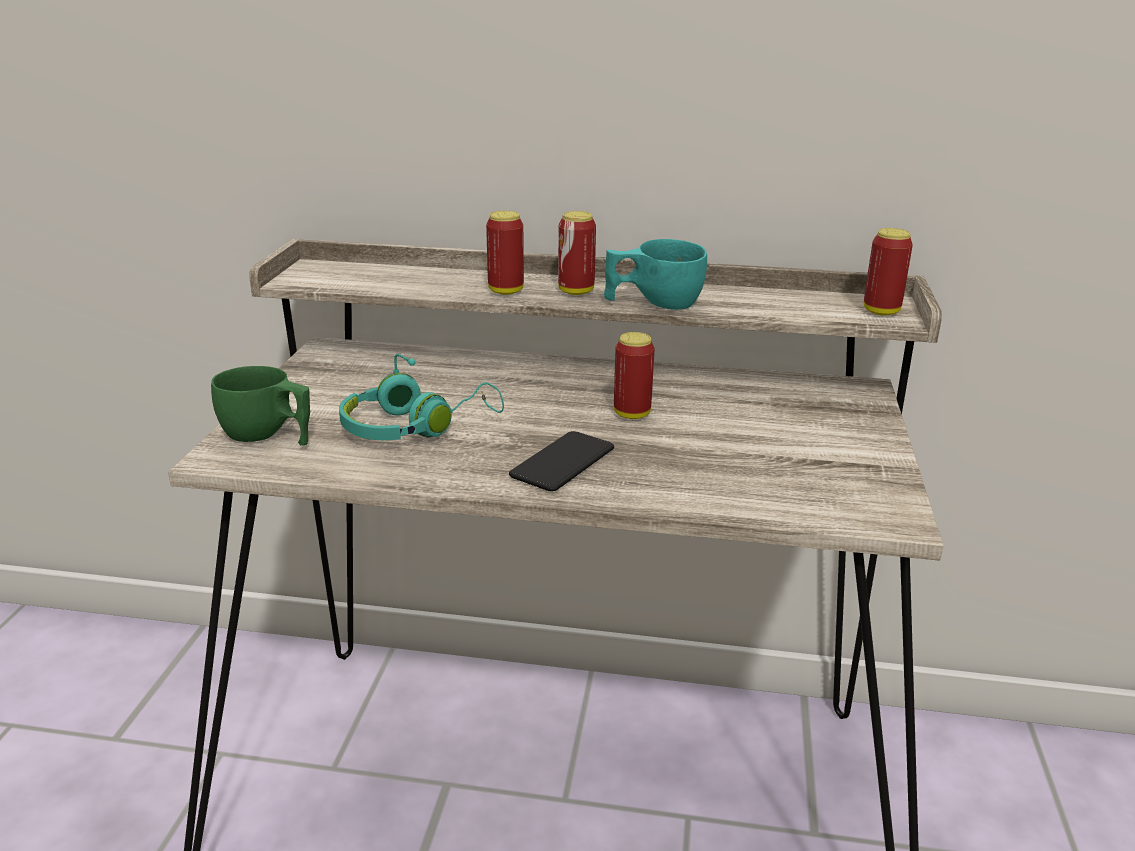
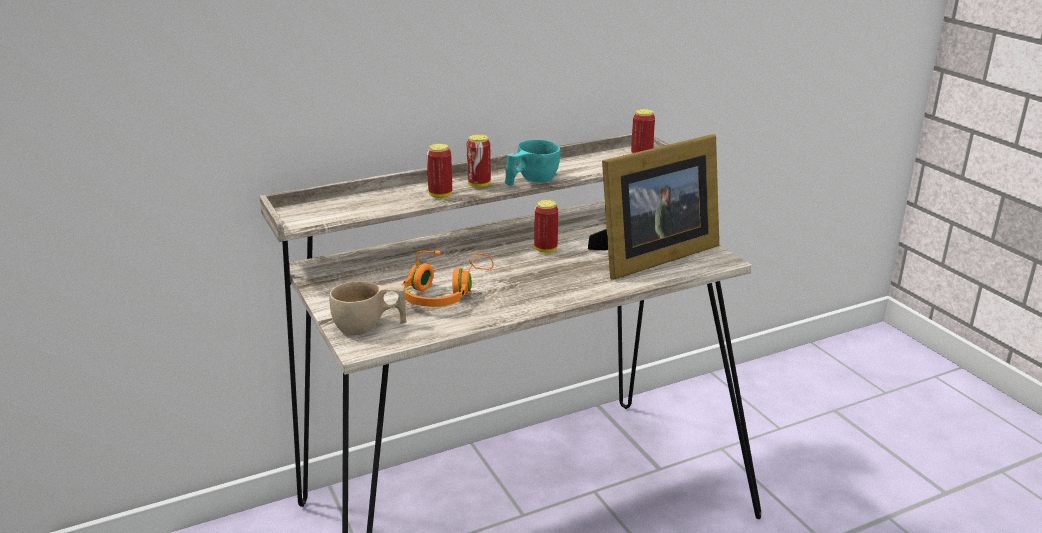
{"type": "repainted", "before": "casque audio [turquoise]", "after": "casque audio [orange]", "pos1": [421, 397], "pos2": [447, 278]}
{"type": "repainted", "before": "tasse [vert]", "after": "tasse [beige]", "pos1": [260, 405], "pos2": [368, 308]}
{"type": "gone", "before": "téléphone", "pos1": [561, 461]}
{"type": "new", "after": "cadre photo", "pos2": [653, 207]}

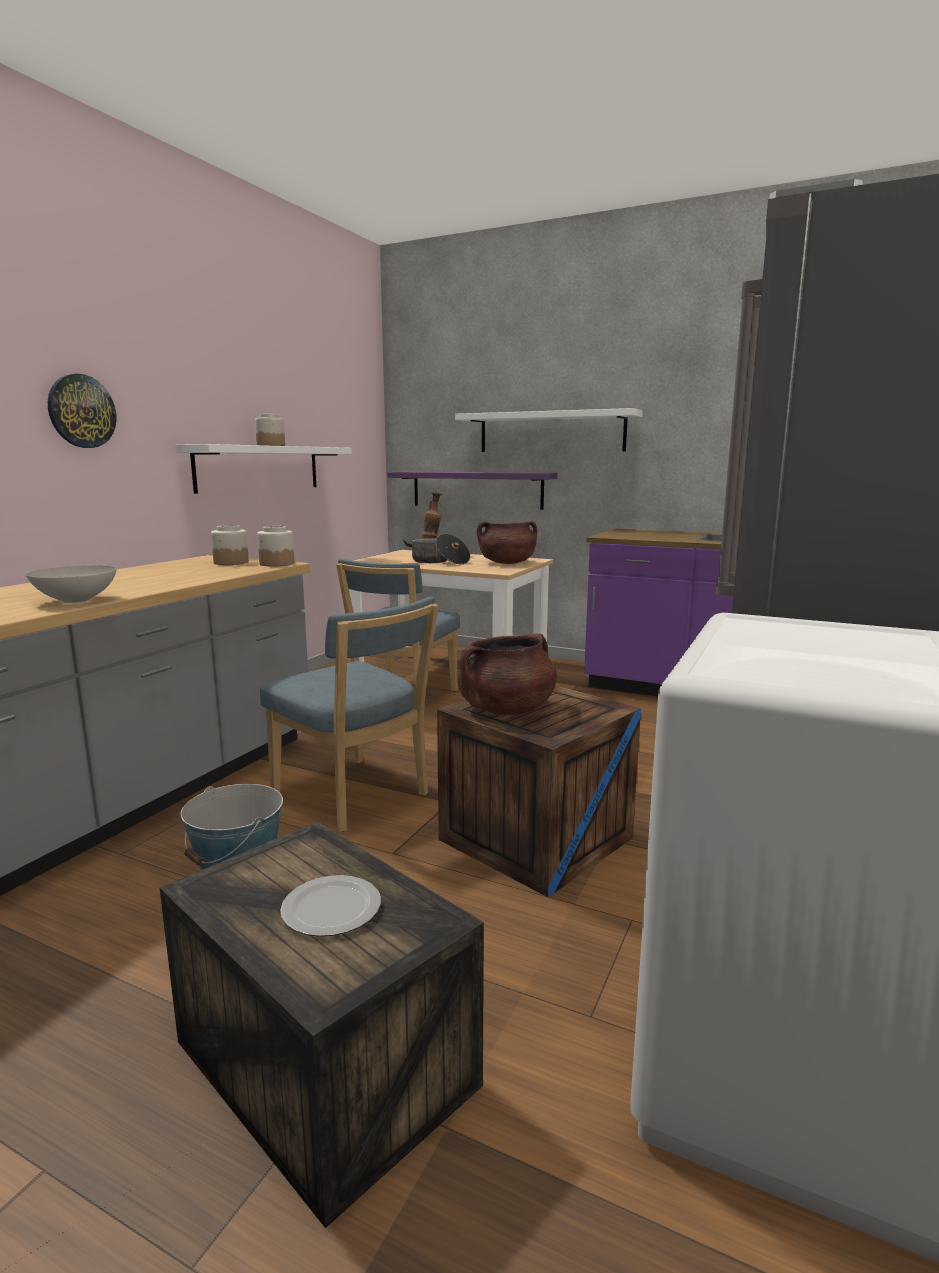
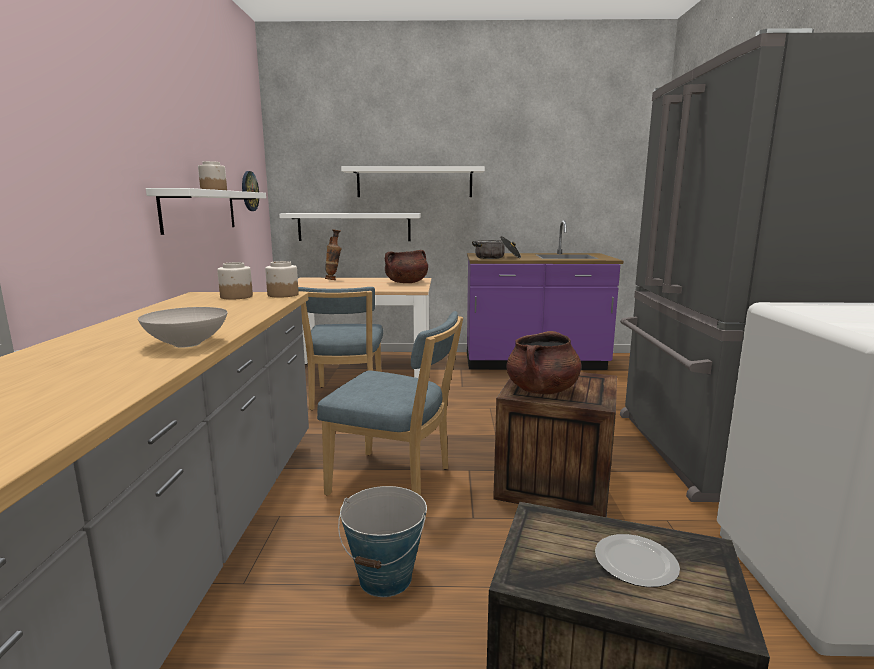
{"type": "shifted", "before": "horloge murale", "pos1": [82, 411], "pos2": [250, 191]}
{"type": "repainted", "before": "étagère [violet]", "after": "étagère [blanc]", "pos1": [472, 491], "pos2": [350, 227]}
{"type": "shifted", "before": "marmite", "pos1": [436, 549], "pos2": [496, 247]}

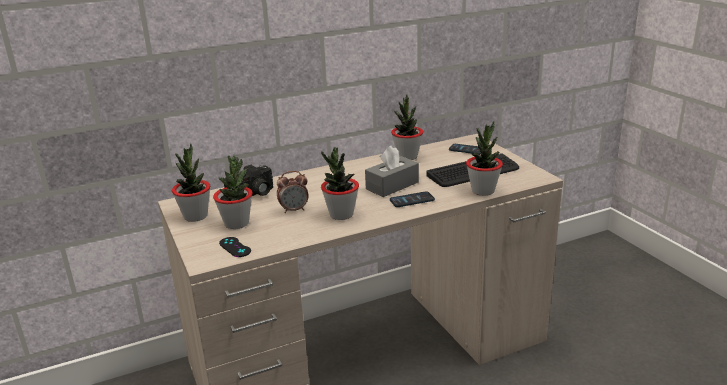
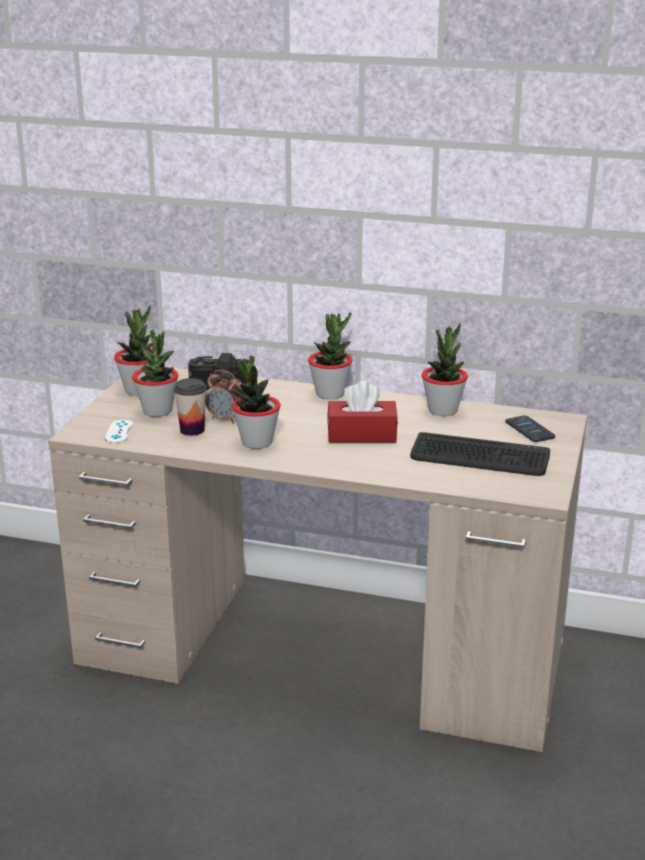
{"type": "shifted", "before": "plante en pot", "pos1": [484, 158], "pos2": [330, 356]}
{"type": "repainted", "before": "boîte à mouchoirs [gris]", "after": "boîte à mouchoirs [rouge]", "pos1": [392, 171], "pos2": [362, 412]}
{"type": "gone", "before": "téléphone", "pos1": [412, 199]}
{"type": "repainted", "before": "manette [noir]", "after": "manette [blanc]", "pos1": [235, 247], "pos2": [119, 431]}
{"type": "new", "after": "tasse", "pos2": [190, 407]}

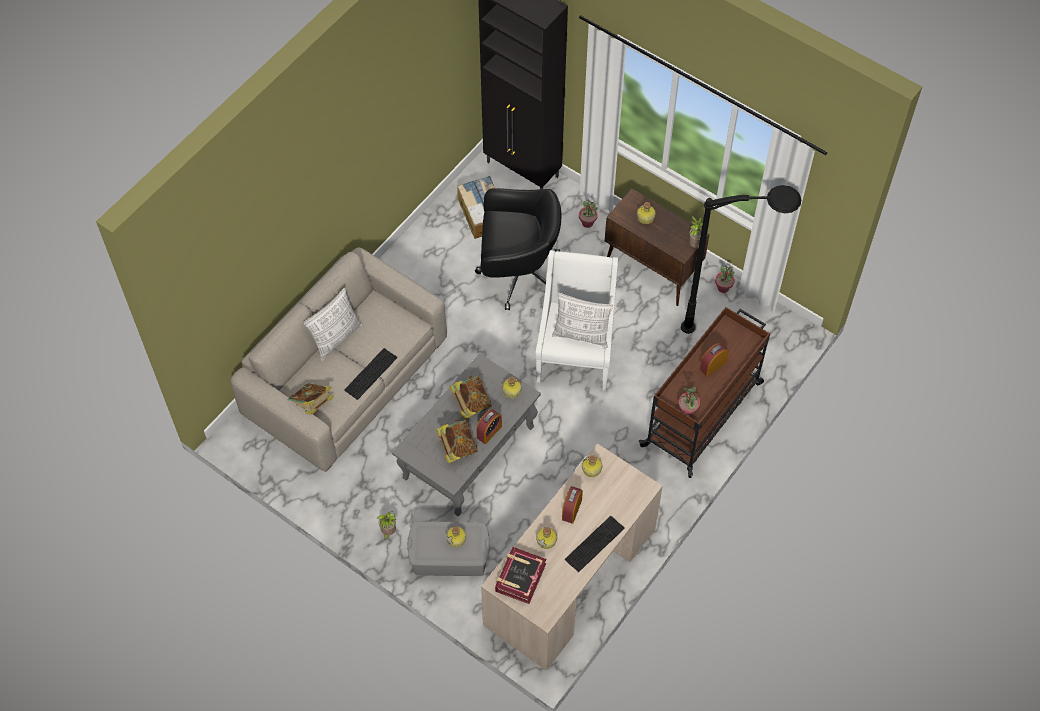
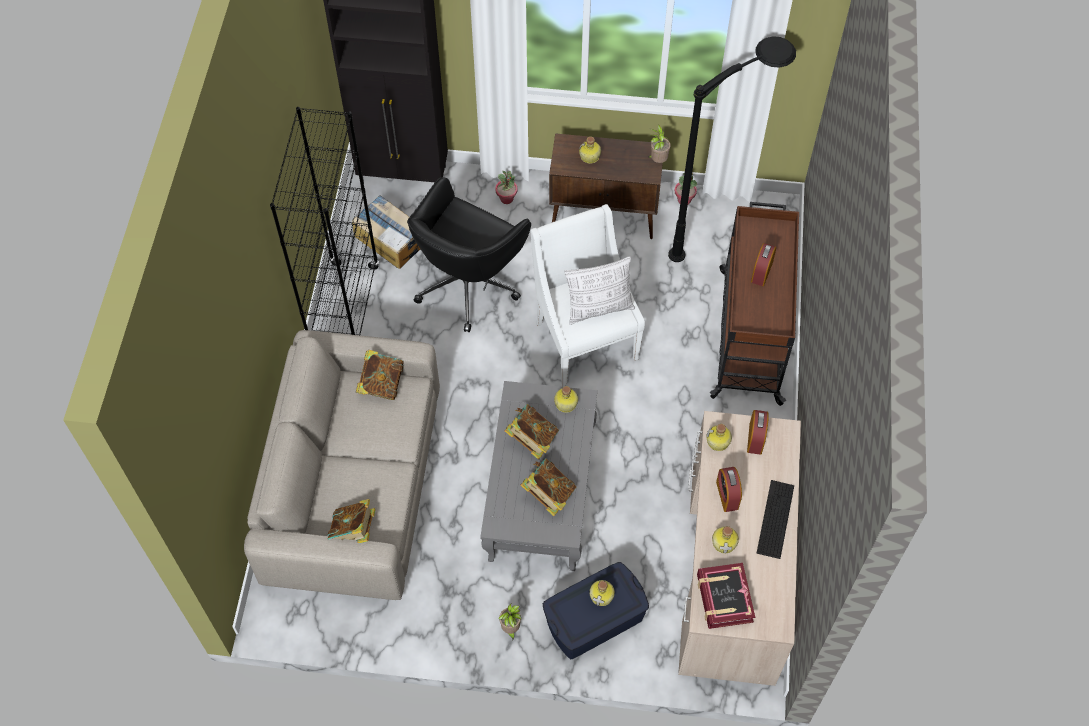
{"type": "rotated", "before": "chaise de bureau [noir]", "pos1": [518, 249], "pos2": [469, 254], "turn": 150}
{"type": "gone", "before": "coussin", "pos1": [333, 324]}
{"type": "gone", "before": "clavier", "pos1": [370, 374]}
{"type": "gone", "before": "plante en pot", "pos1": [689, 401]}
{"type": "shifted", "before": "réveil", "pos1": [489, 426], "pos2": [758, 432]}
{"type": "repainted", "before": "boîte de rangement [gris]", "after": "boîte de rangement [bleu]", "pos1": [448, 549], "pos2": [596, 610]}
{"type": "new", "after": "bibliothèque [noir]", "pos2": [324, 221]}
{"type": "new", "after": "livre", "pos2": [380, 375]}

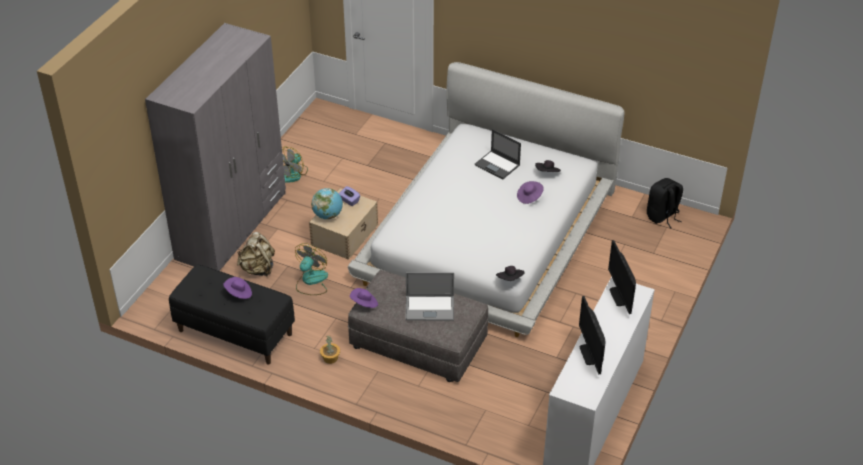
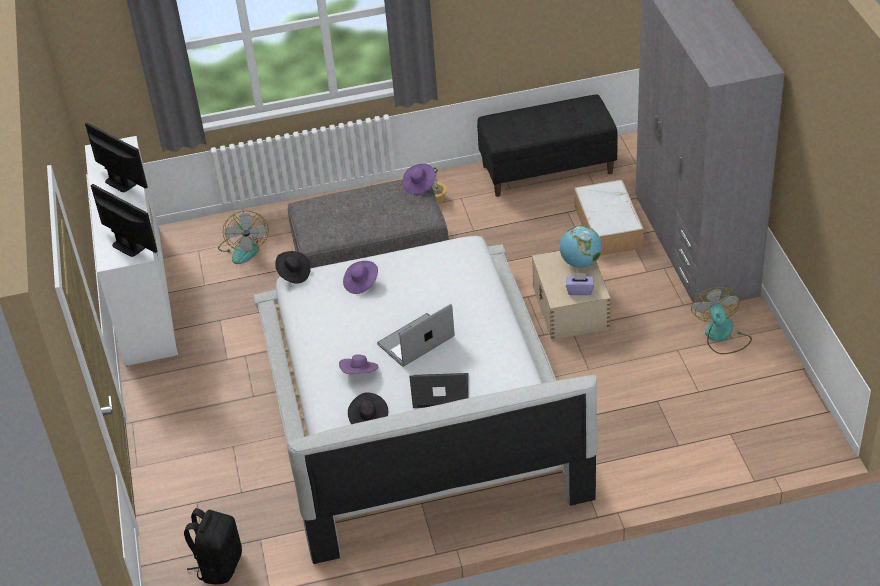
{"type": "swapped", "before": "sac à dos [beige]", "after": "boîte de rangement", "pos1": [256, 254], "pos2": [609, 217]}
{"type": "shifted", "before": "ventilateur", "pos1": [311, 269], "pos2": [243, 237]}
{"type": "shifted", "before": "ordinateur portable", "pos1": [430, 296], "pos2": [416, 335]}
{"type": "shifted", "before": "chapeau [violet]", "pos1": [237, 288], "pos2": [360, 277]}

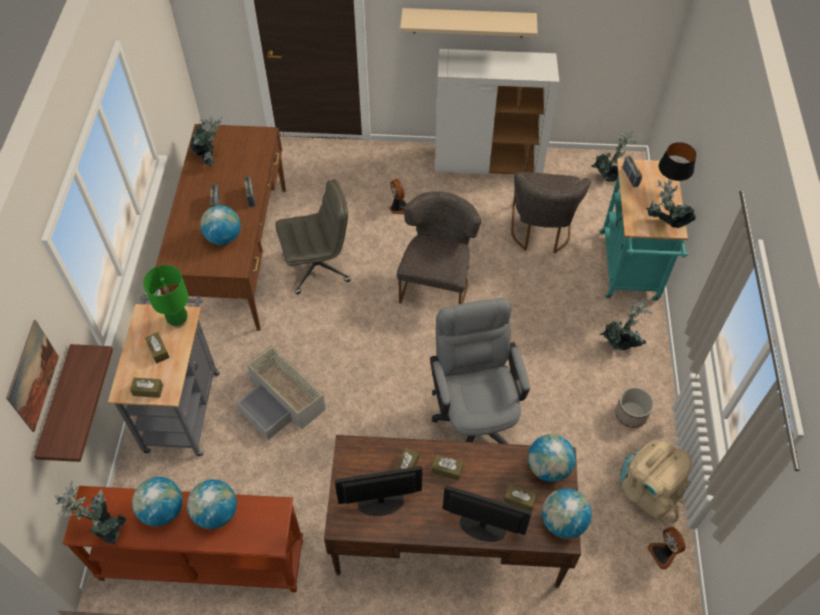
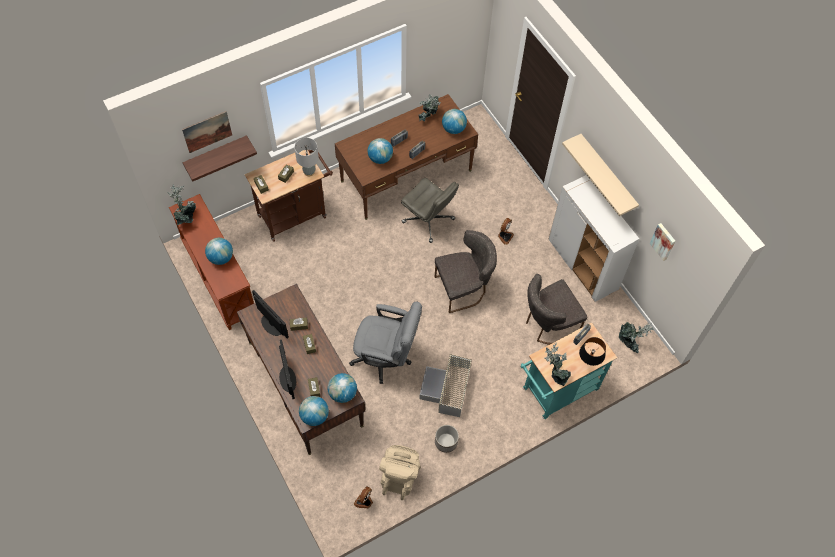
{"type": "repainted", "before": "lampe de table [vert]", "after": "lampe de table [gris]", "pos1": [166, 296], "pos2": [307, 157]}
{"type": "repainted", "before": "chariot [gris]", "after": "chariot [marron]", "pos1": [164, 375], "pos2": [289, 196]}
{"type": "rotated", "before": "chaise de bureau [gris]", "pos1": [480, 371], "pos2": [385, 342], "turn": 60}
{"type": "gone", "before": "plante en pot", "pos1": [626, 324]}
{"type": "shifted", "before": "boîte de rangement [gris]", "pos1": [281, 393], "pos2": [445, 385]}
{"type": "shifted", "before": "globe", "pos1": [157, 501], "pos2": [454, 121]}
{"type": "new", "after": "tableau", "pos2": [662, 242]}

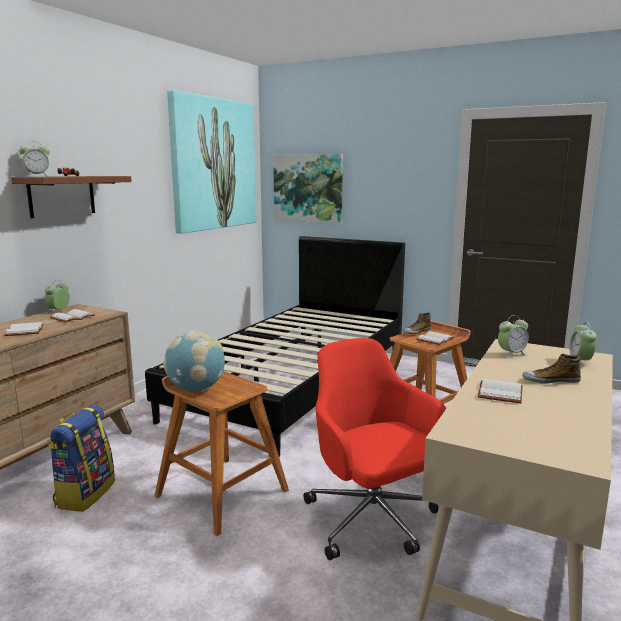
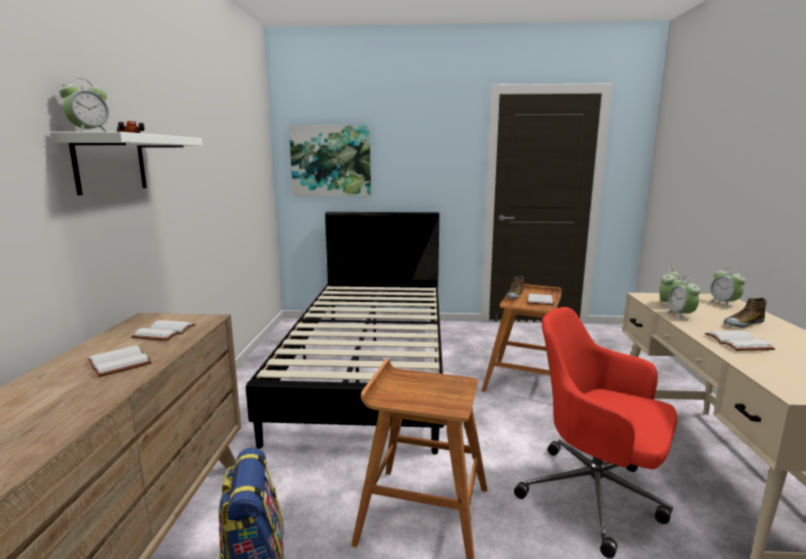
{"type": "gone", "before": "tableau", "pos1": [211, 162]}
{"type": "repainted", "before": "étagère [marron]", "after": "étagère [blanc]", "pos1": [71, 197], "pos2": [126, 163]}
{"type": "shifted", "before": "réveil", "pos1": [57, 297], "pos2": [683, 298]}
{"type": "gone", "before": "globe", "pos1": [194, 361]}

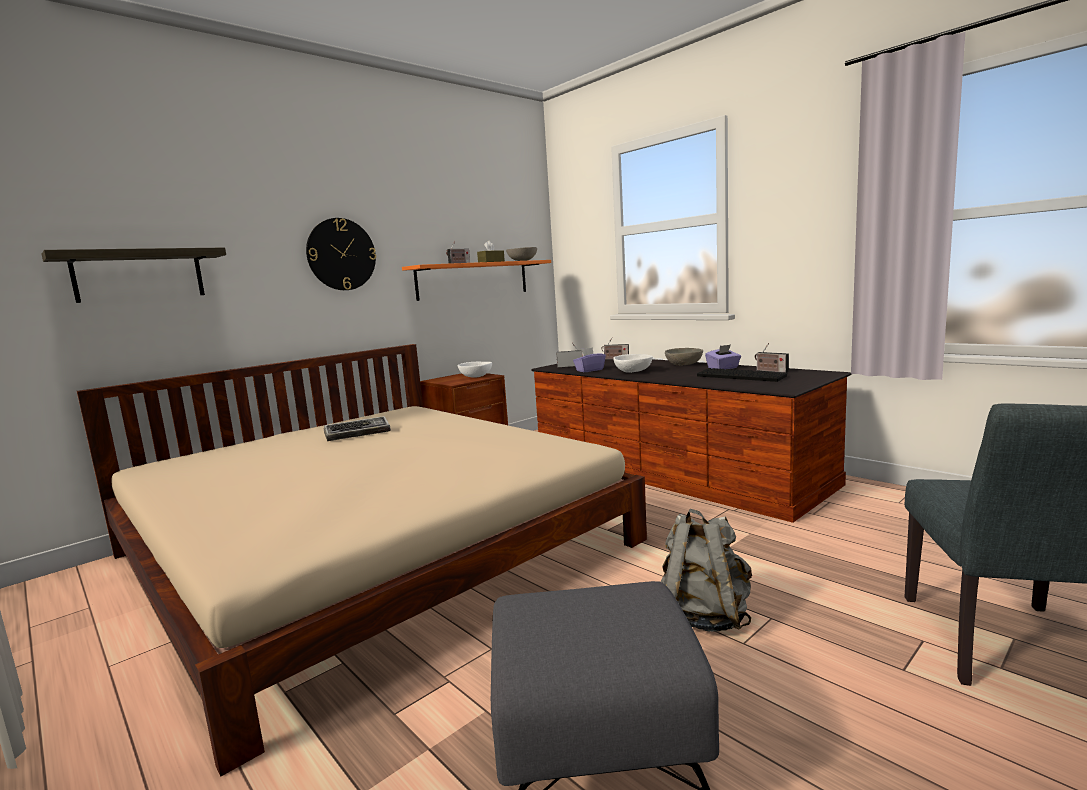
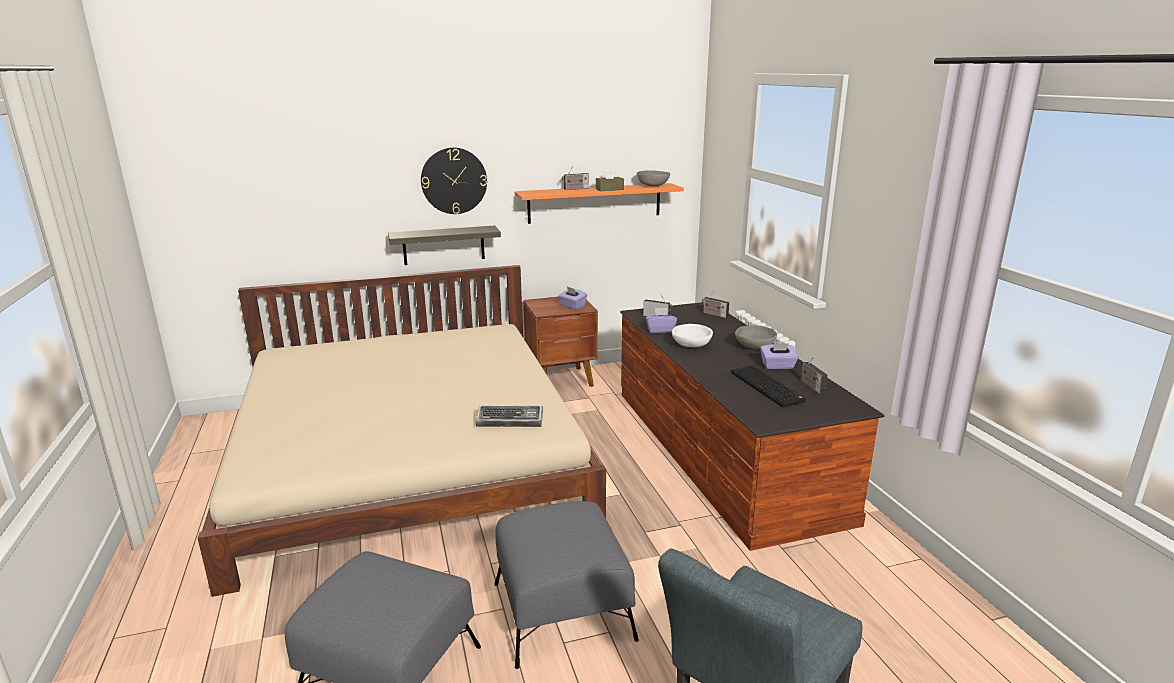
{"type": "shifted", "before": "étagère", "pos1": [134, 275], "pos2": [444, 245]}
{"type": "swapped", "before": "bol [blanc]", "after": "boîte à mouchoirs [violet]", "pos1": [475, 370], "pos2": [572, 298]}
{"type": "shifted", "before": "clavier", "pos1": [357, 428], "pos2": [509, 416]}
{"type": "swapped", "before": "sac à dos [gris]", "after": "pouf [gris]", "pos1": [706, 570], "pos2": [566, 585]}

